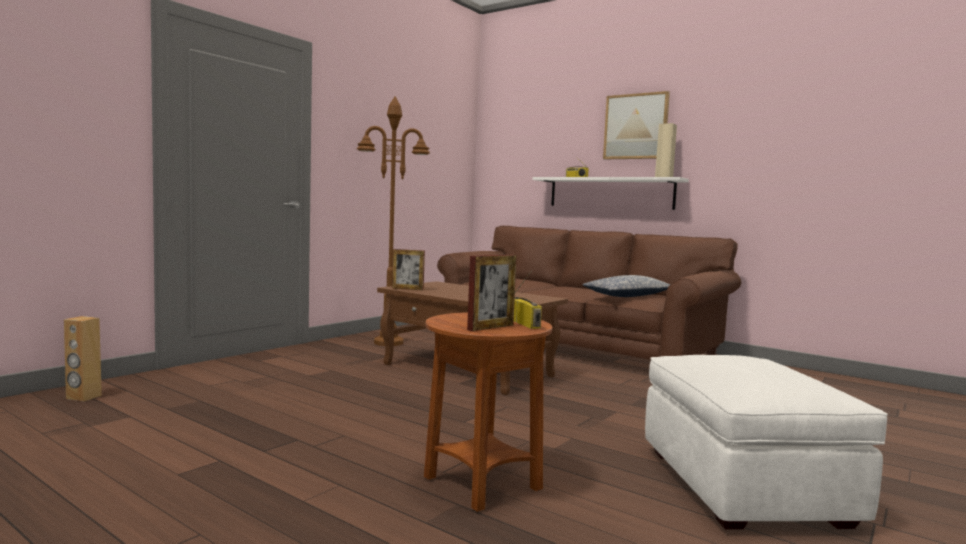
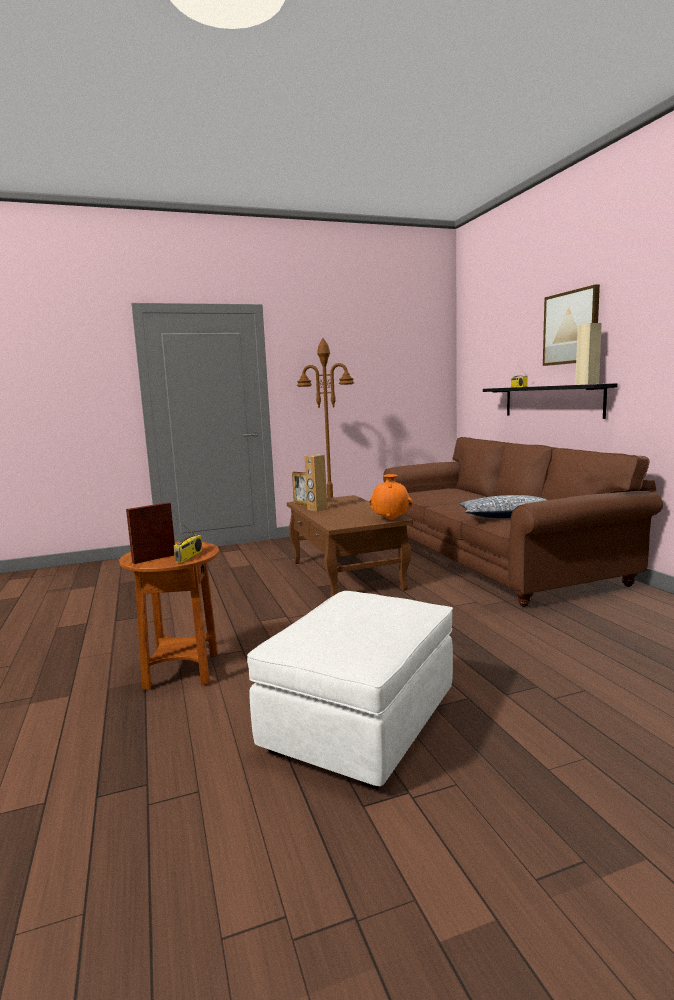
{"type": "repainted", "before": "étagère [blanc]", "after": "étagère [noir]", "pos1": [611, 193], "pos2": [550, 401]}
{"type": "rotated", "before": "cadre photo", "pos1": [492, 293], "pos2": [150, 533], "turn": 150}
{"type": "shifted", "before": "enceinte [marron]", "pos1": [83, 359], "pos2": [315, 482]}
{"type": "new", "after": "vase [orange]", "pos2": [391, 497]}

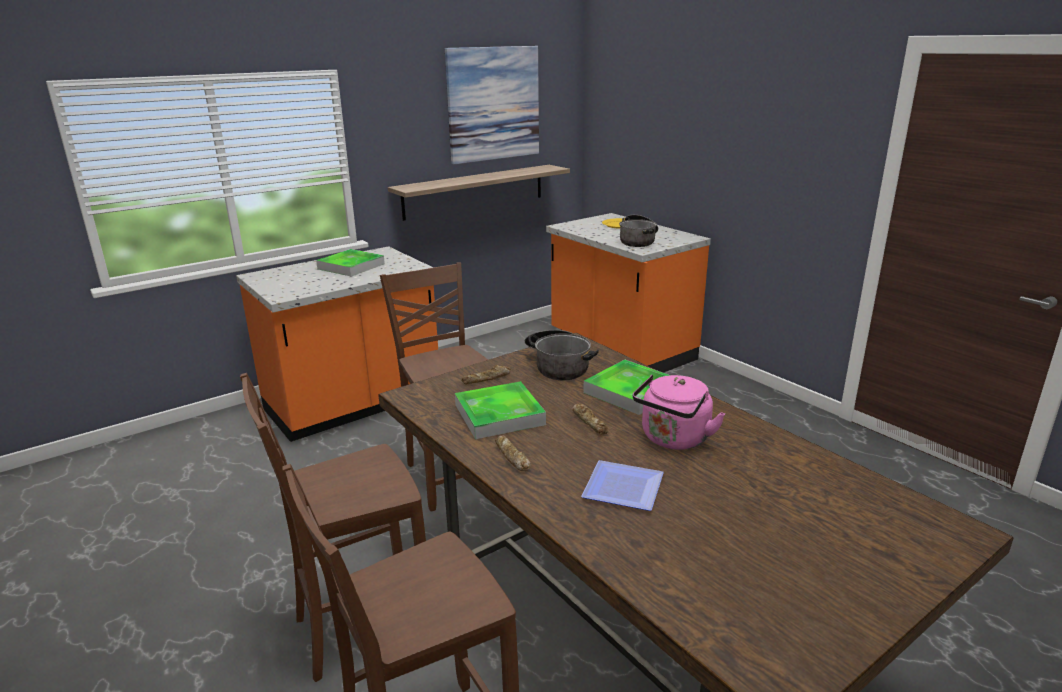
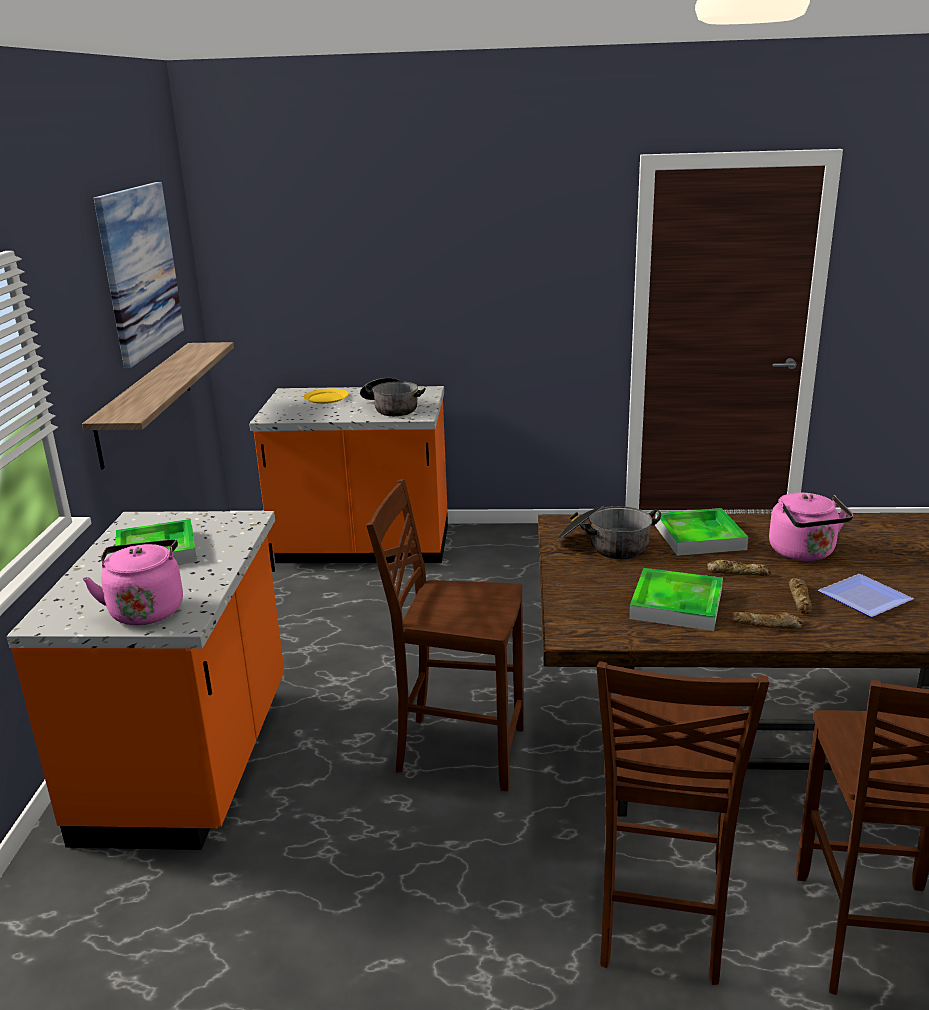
{"type": "shifted", "before": "pain", "pos1": [485, 374], "pos2": [800, 596]}
{"type": "new", "after": "bouilloire [rose]", "pos2": [133, 582]}

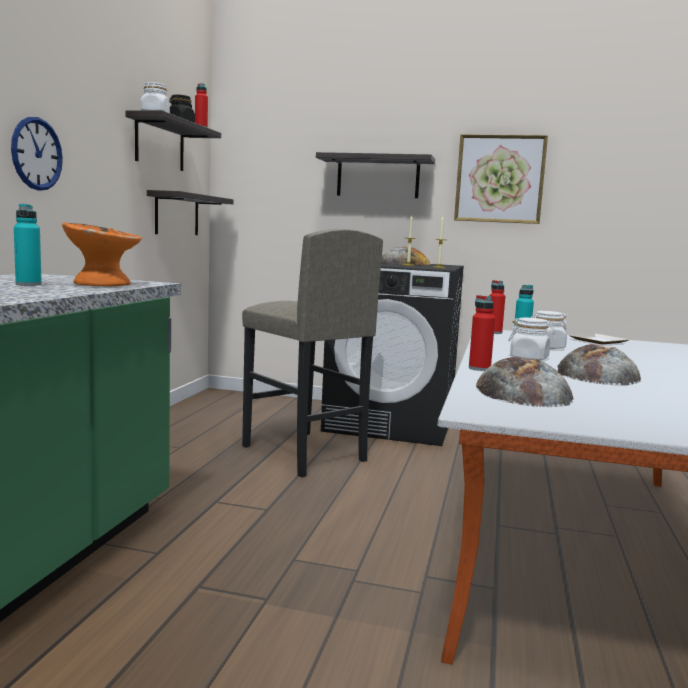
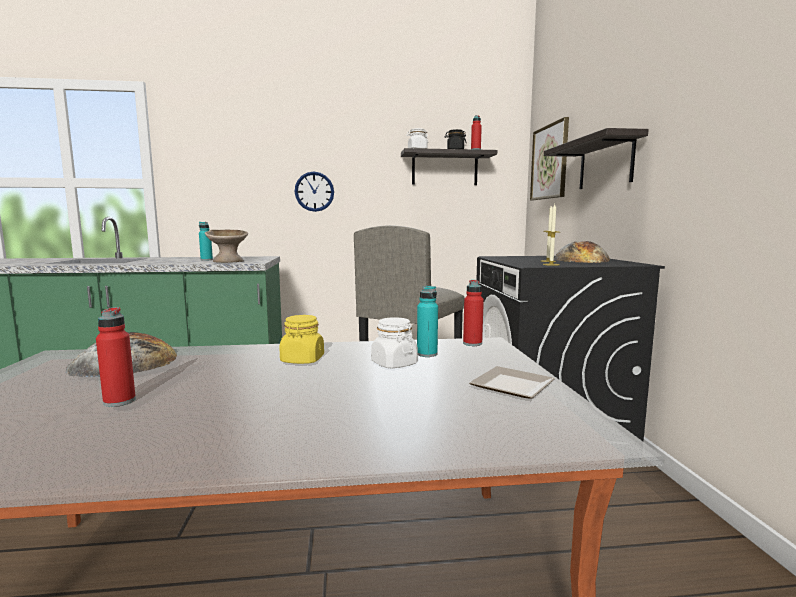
{"type": "shifted", "before": "tableau", "pos1": [501, 179], "pos2": [549, 158]}
{"type": "gone", "before": "étagère", "pos1": [190, 212]}
{"type": "repainted", "before": "bol [orange]", "after": "bol [beige]", "pos1": [102, 254], "pos2": [226, 246]}
{"type": "shifted", "before": "bouteille [rouge]", "pos1": [482, 333], "pos2": [116, 357]}
{"type": "repainted", "before": "bocal [blanc]", "after": "bocal [jaune]", "pos1": [532, 339], "pos2": [302, 339]}
{"type": "gone", "before": "pain", "pos1": [599, 364]}

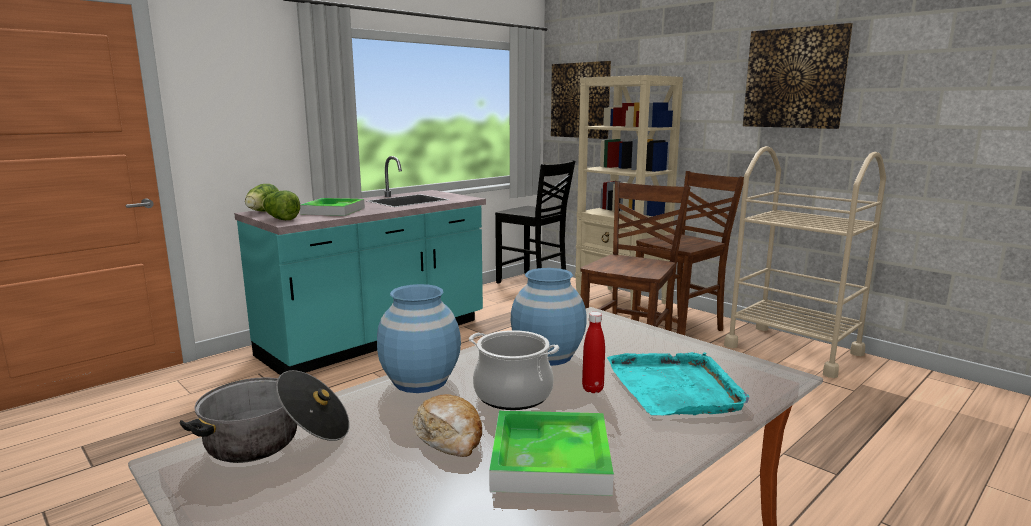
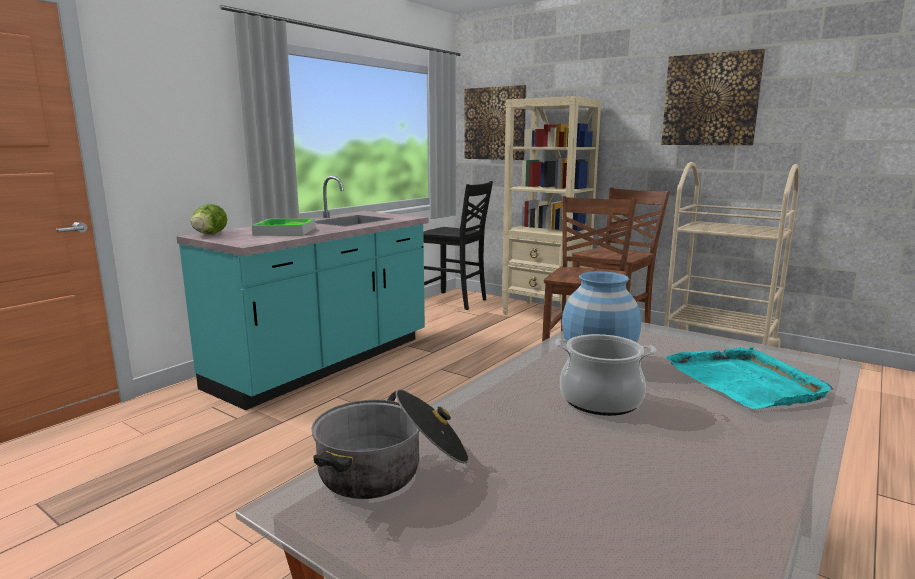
{"type": "gone", "before": "laitue", "pos1": [281, 205]}
{"type": "gone", "before": "vase [bleu]", "pos1": [419, 338]}
{"type": "gone", "before": "bouteille [rouge]", "pos1": [593, 352]}
{"type": "gone", "before": "pain", "pos1": [447, 425]}
{"type": "gone", "before": "plateau", "pos1": [551, 453]}

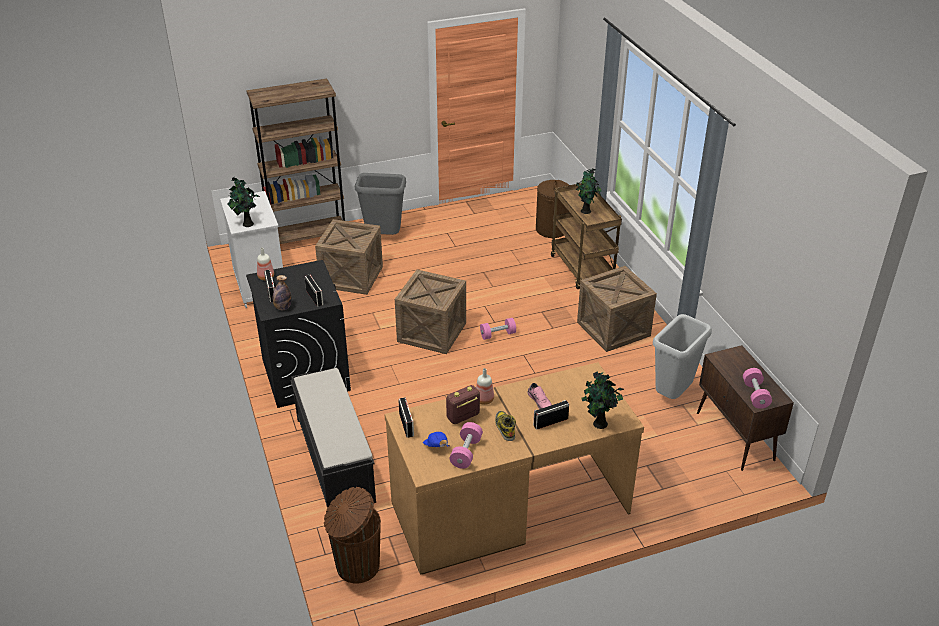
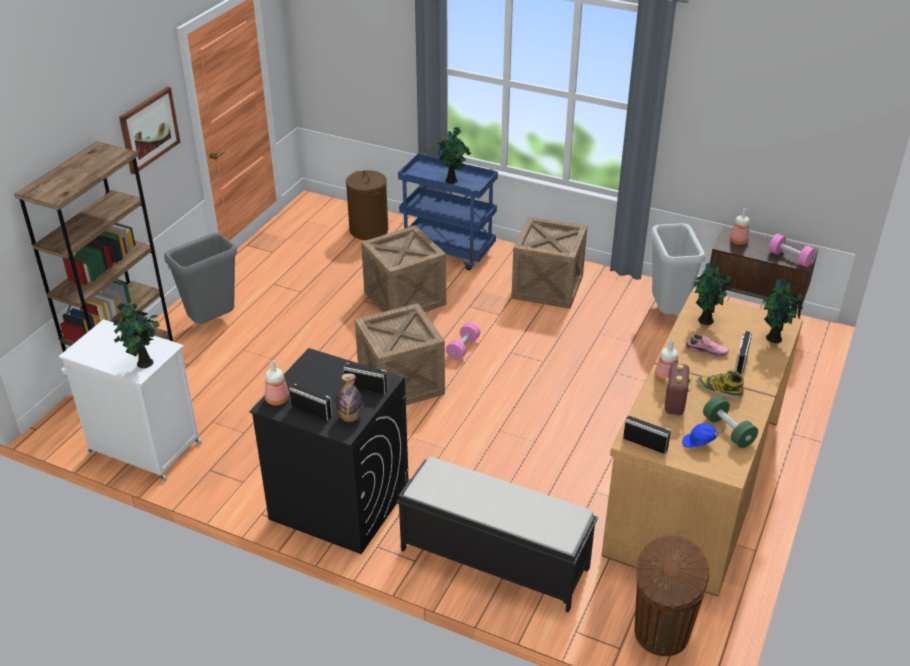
{"type": "repainted", "before": "chariot [marron]", "after": "chariot [bleu]", "pos1": [586, 236], "pos2": [448, 211]}
{"type": "shifted", "before": "caisse", "pos1": [349, 257], "pos2": [403, 268]}
{"type": "repainted", "before": "haltère [rose]", "after": "haltère [vert]", "pos1": [466, 445], "pos2": [730, 422]}
{"type": "new", "after": "tableau", "pos2": [149, 130]}
{"type": "new", "after": "bouteille", "pos2": [739, 226]}
{"type": "new", "after": "plante en pot", "pos2": [713, 293]}

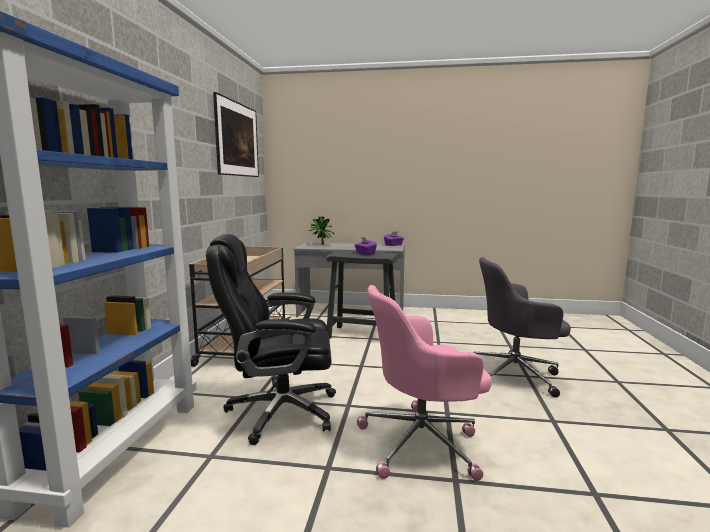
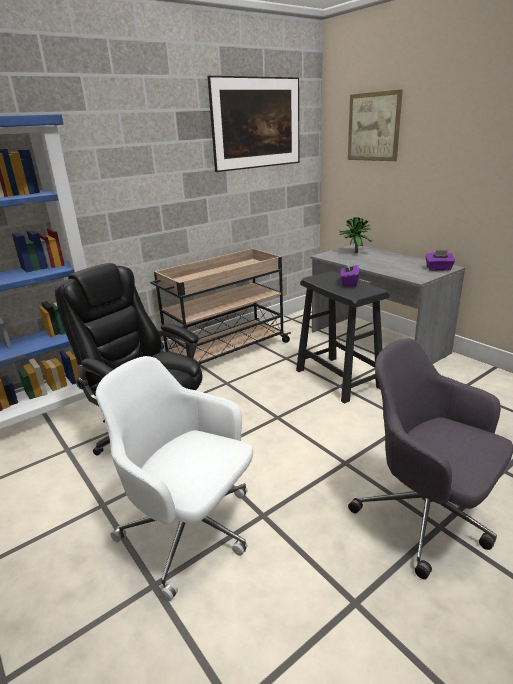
{"type": "repainted", "before": "chaise de bureau [rose]", "after": "chaise de bureau [blanc]", "pos1": [424, 383], "pos2": [174, 478]}
{"type": "new", "after": "tableau", "pos2": [375, 125]}

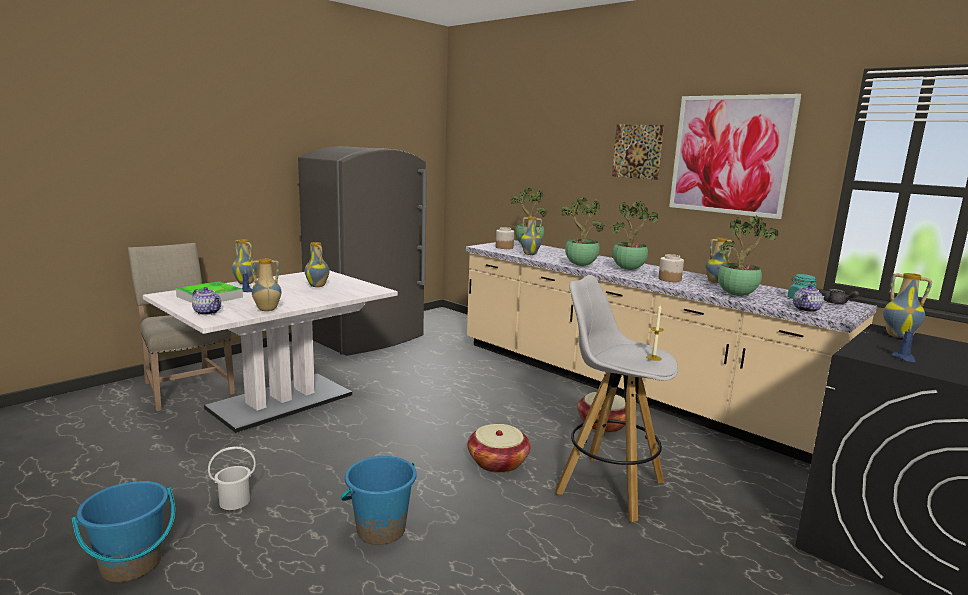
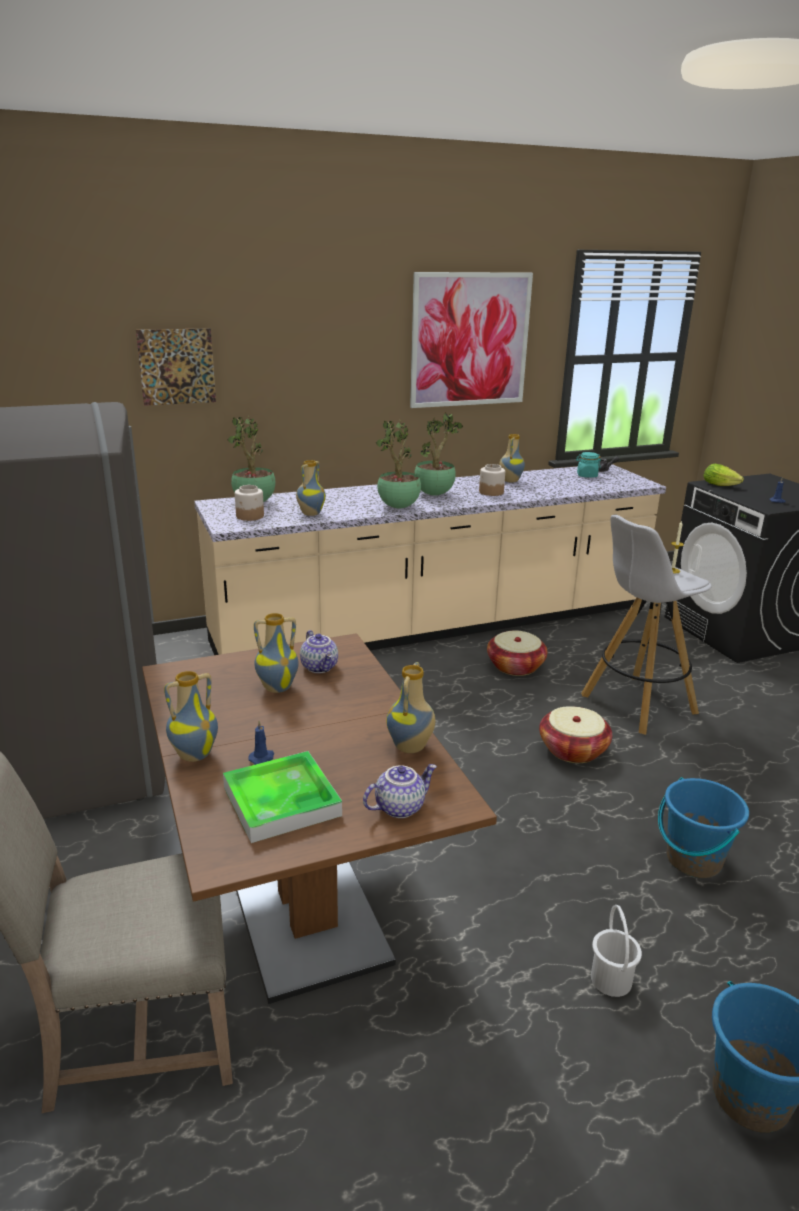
{"type": "shifted", "before": "tableau", "pos1": [638, 152], "pos2": [176, 367]}
{"type": "gone", "before": "plante en pot", "pos1": [748, 256]}
{"type": "repainted", "before": "table à manger [blanc]", "after": "table à manger [marron]", "pos1": [270, 351], "pos2": [319, 818]}
{"type": "swapped", "before": "vase", "after": "laitue", "pos1": [907, 305], "pos2": [723, 475]}
{"type": "shifted", "before": "théière", "pos1": [808, 299], "pos2": [319, 651]}

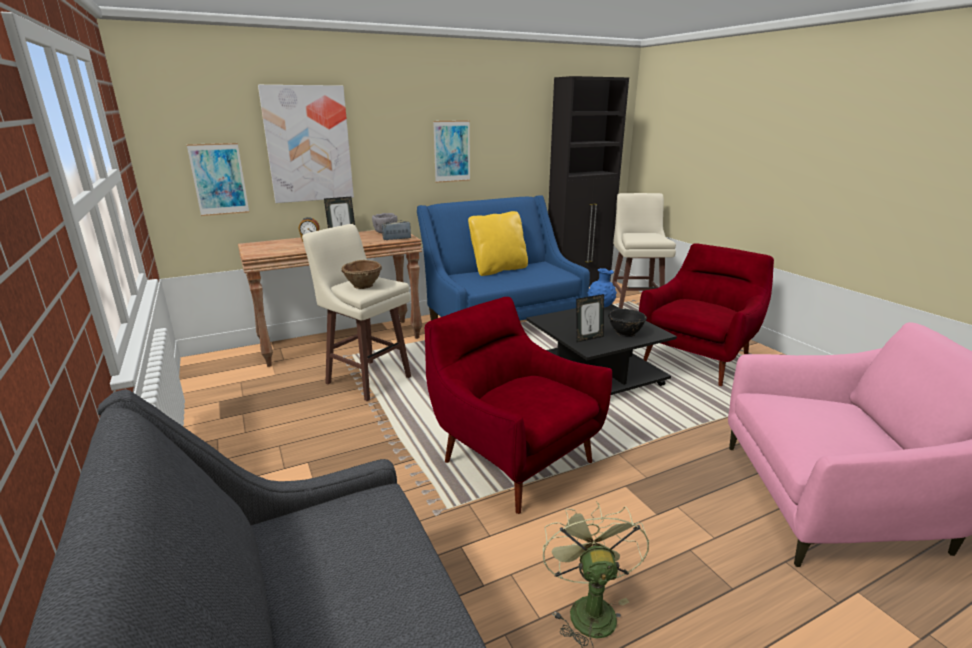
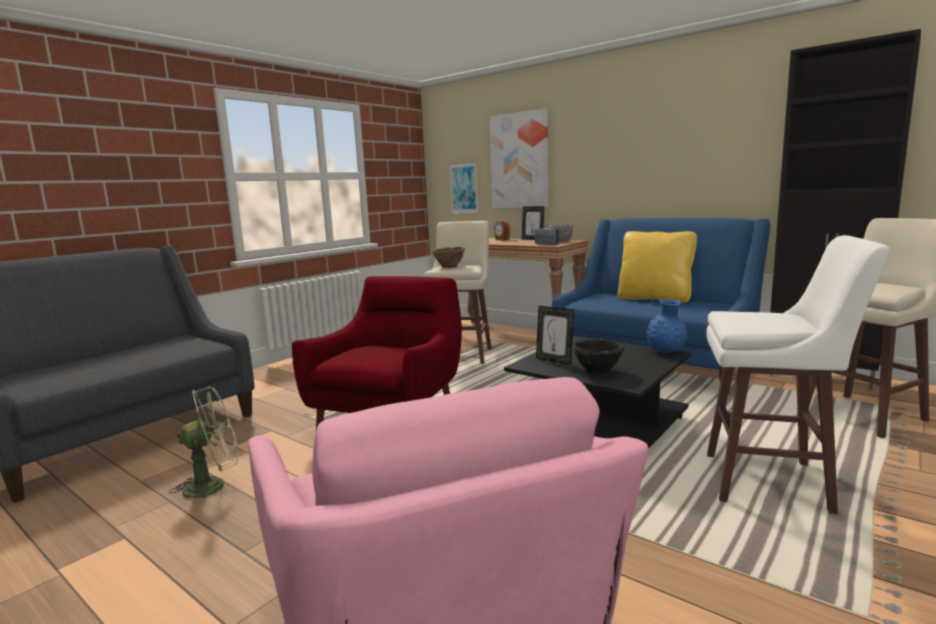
{"type": "gone", "before": "tableau", "pos1": [451, 151]}
{"type": "swapped", "before": "fauteuil [rouge]", "after": "tabouret [blanc]", "pos1": [706, 314], "pos2": [798, 374]}

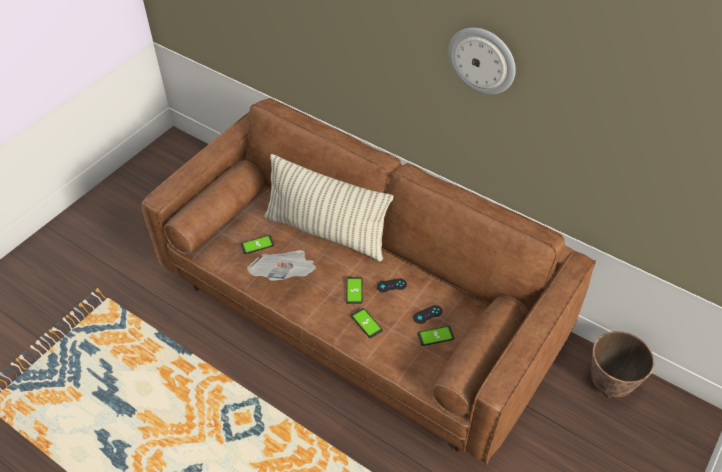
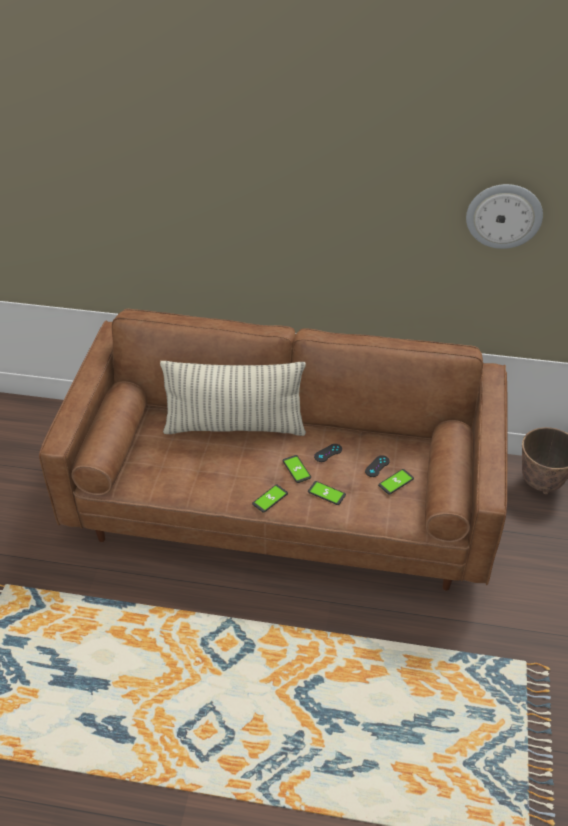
{"type": "shifted", "before": "horloge murale", "pos1": [482, 61], "pos2": [504, 216]}
{"type": "shifted", "before": "téléphone", "pos1": [257, 244], "pos2": [270, 498]}
{"type": "gone", "before": "journal", "pos1": [282, 265]}

